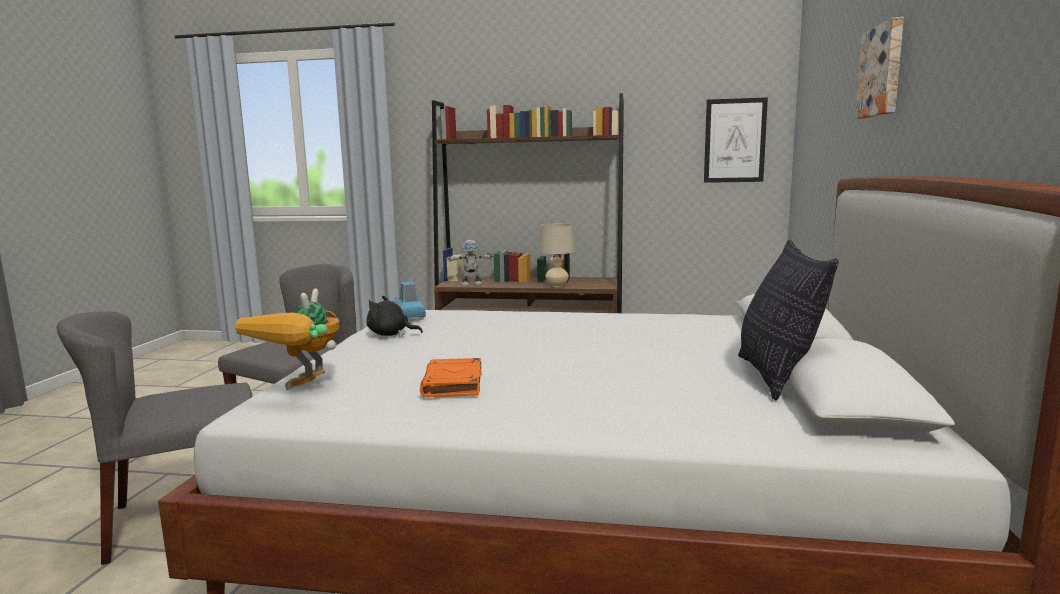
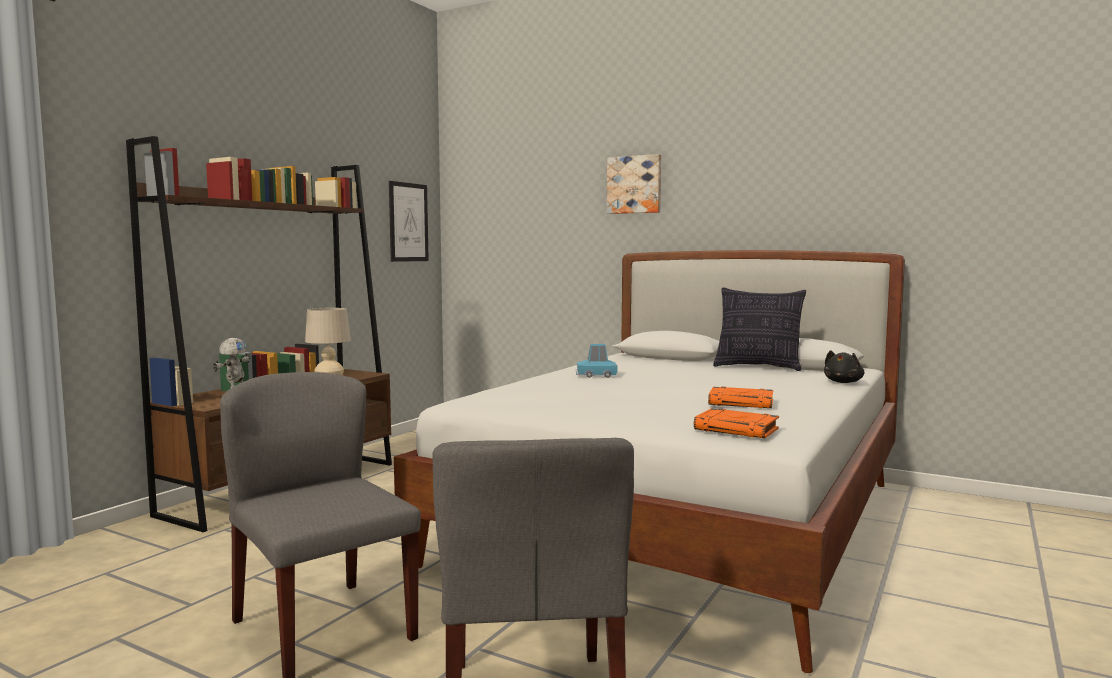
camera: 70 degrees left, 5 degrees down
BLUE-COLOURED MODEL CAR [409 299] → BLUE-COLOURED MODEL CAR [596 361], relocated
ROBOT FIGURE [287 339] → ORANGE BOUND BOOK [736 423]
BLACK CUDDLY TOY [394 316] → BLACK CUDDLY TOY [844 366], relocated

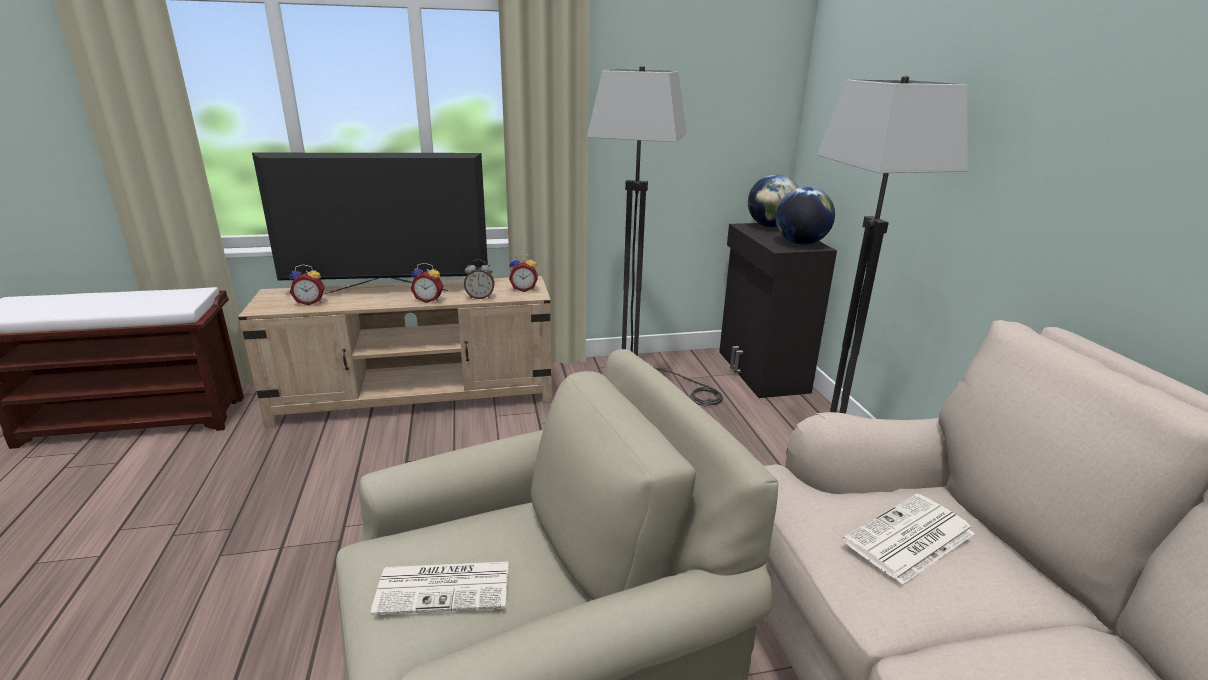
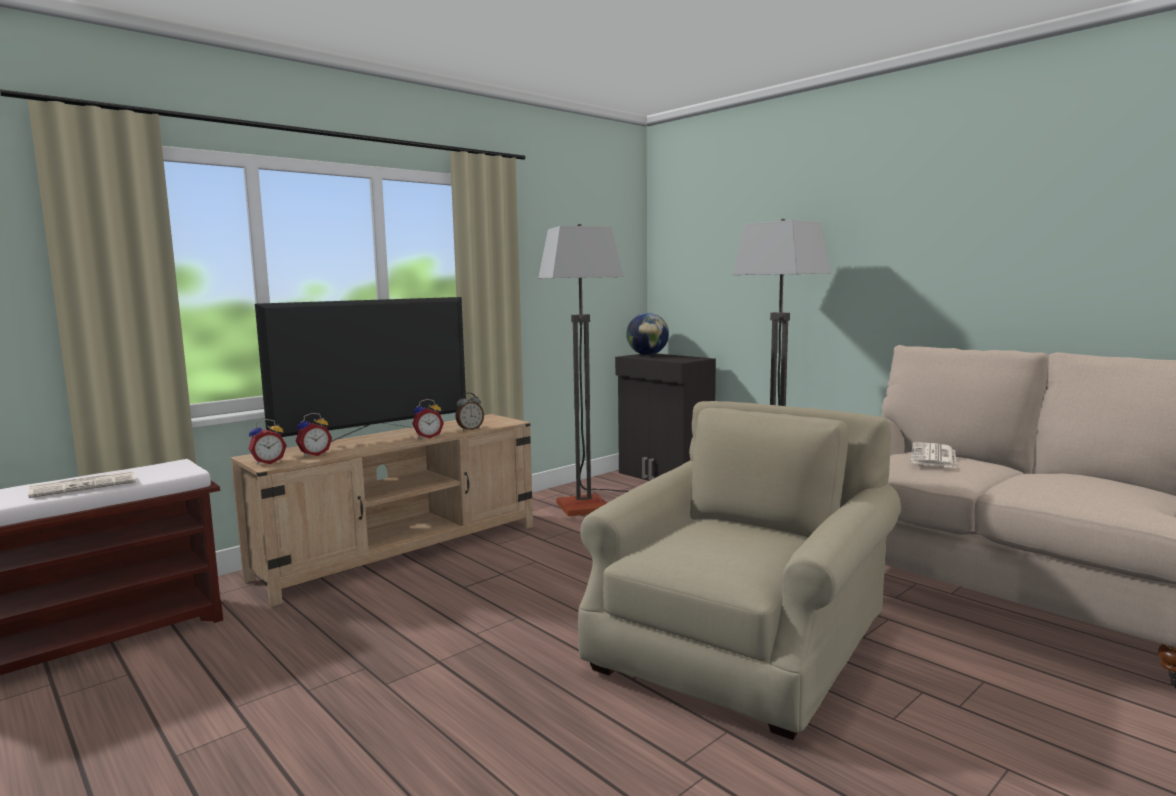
camera: 30 degrees left, 15 degrees down
NEWSPAPER [440 588] → NEWSPAPER [82 484], relocated
BEDSIDE CLOCK [523 273] → BEDSIDE CLOCK [267 442], relocated
WORLD GLOBE [805 216] → -

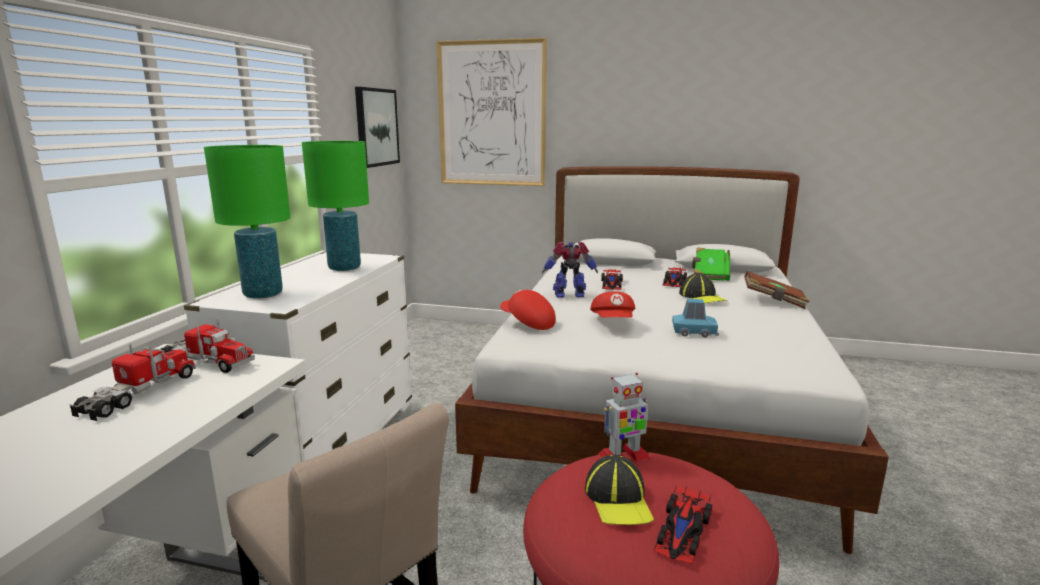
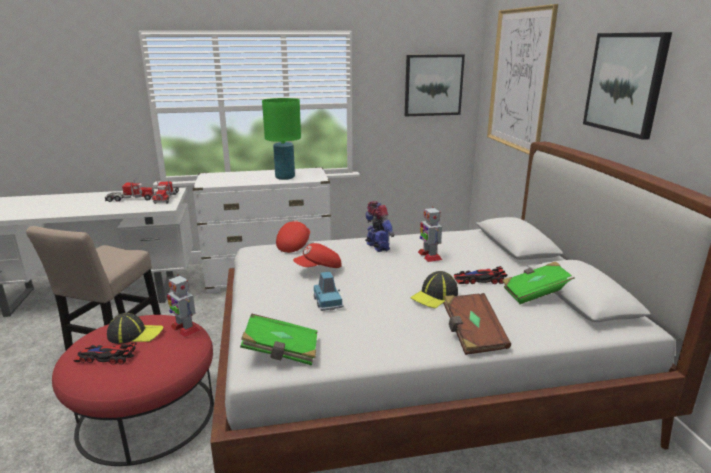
camera: 65 degrees right, 5 degrees up
PEAKED CAP [619 490] → PEAKED CAP [135 328], 150 degrees counterclockwise
- → GREENISH BOUND BOOK [278 339]
MODEL CAR [612 280] → ROBOT FIGURE [430 234]
- → PICTURE [627 86]
GREENISH LAMP FOR A TABLE [247 222] → -

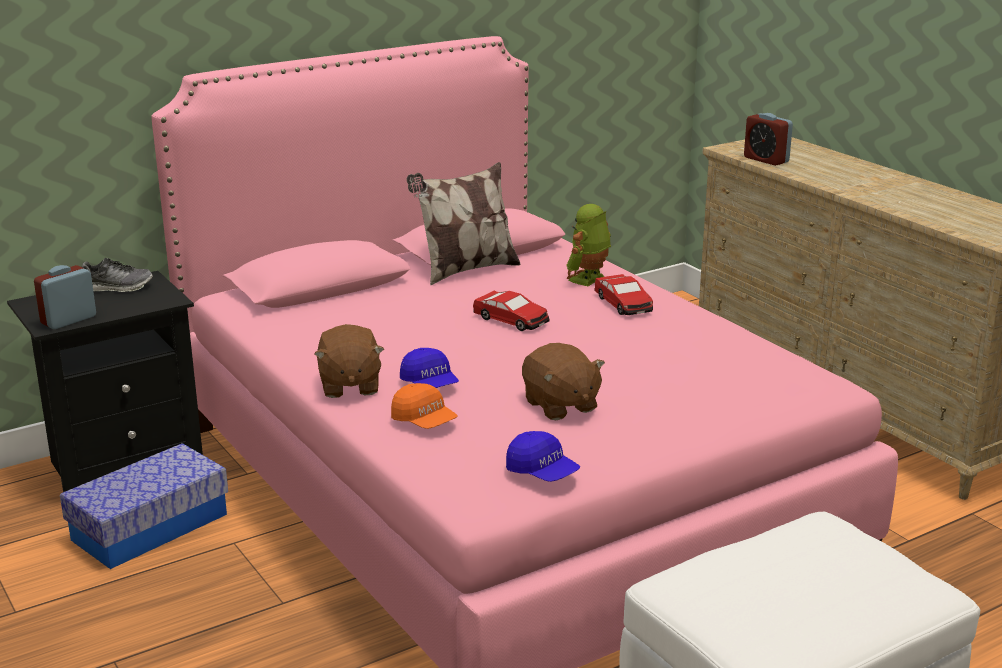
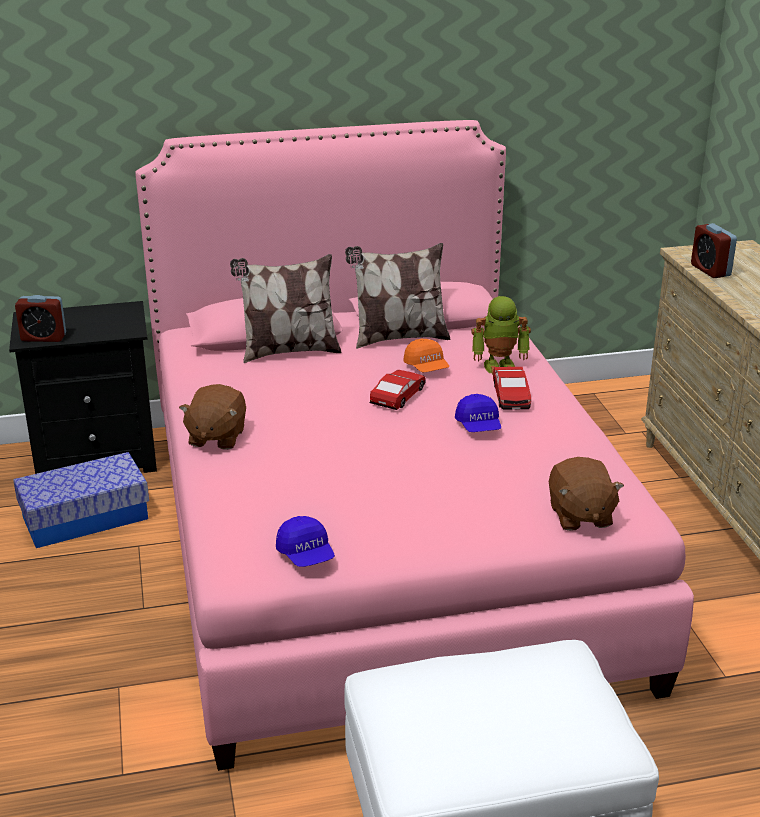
camera: 20 degrees right, 5 degrees up
BEDSIDE CLOCK [65 297] → BEDSIDE CLOCK [40 318], 150 degrees counterclockwise
- → CUSHION [286 308]
MODEL CAR [511 310] → MODEL CAR [398 390], 120 degrees counterclockwise
ORANGE PEAKED CAP [424 406] → ORANGE PEAKED CAP [426 355], relocated
BLUE-COLOURED PEAKED CAP [429 368] → BLUE-COLOURED PEAKED CAP [478 413], relocated
ROBOT FIGURE [588 245] → ROBOT FIGURE [501 335], 150 degrees counterclockwise
BROWN-COLOURED CUDDLY TOY [563 381] → BROWN-COLOURED CUDDLY TOY [586 494], relocated
LOW SHOE [117 275] → -

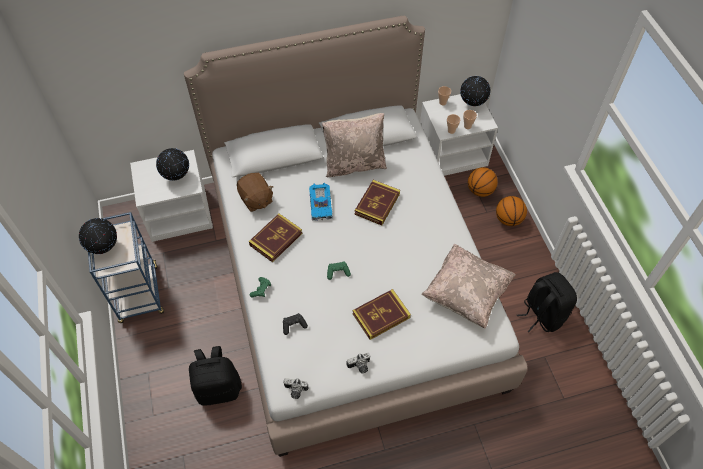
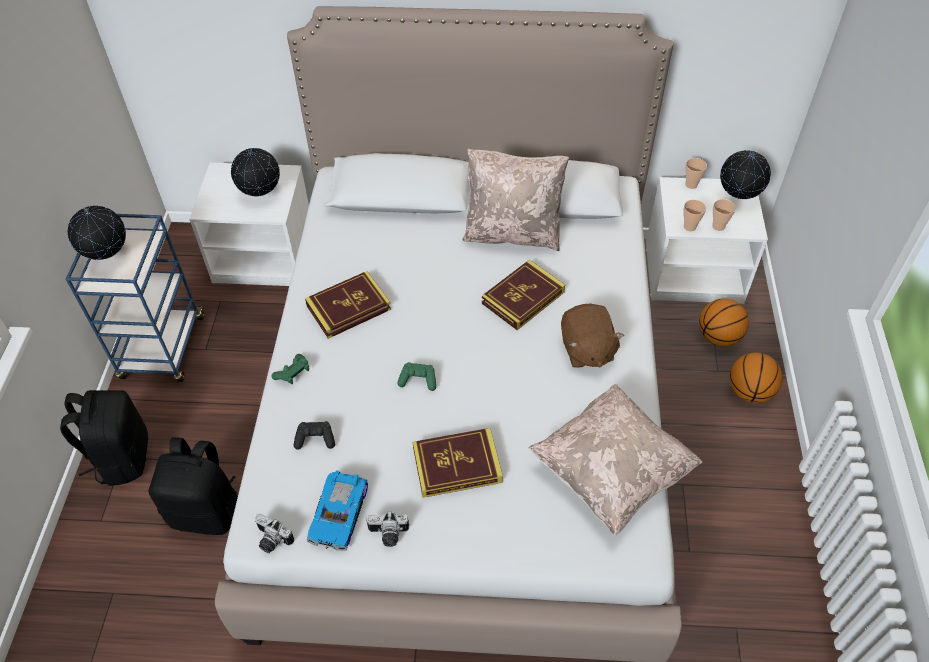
camera: 20 degrees right, 5 degrees down
BLACK KNAPSACK [547 302] → BLACK KNAPSACK [104 438], relocated
MODEL CAR [321 202] → MODEL CAR [337 510], relocated
BROWN-COLOURED CUDDLY TOY [255 192] → BROWN-COLOURED CUDDLY TOY [592 336], relocated

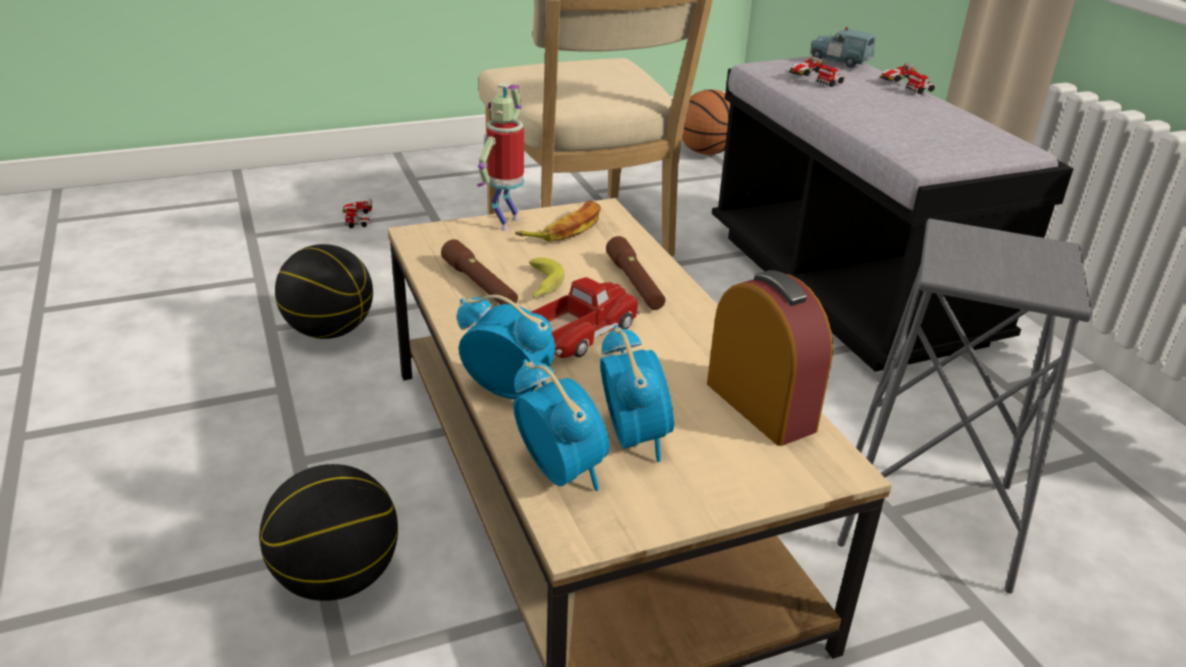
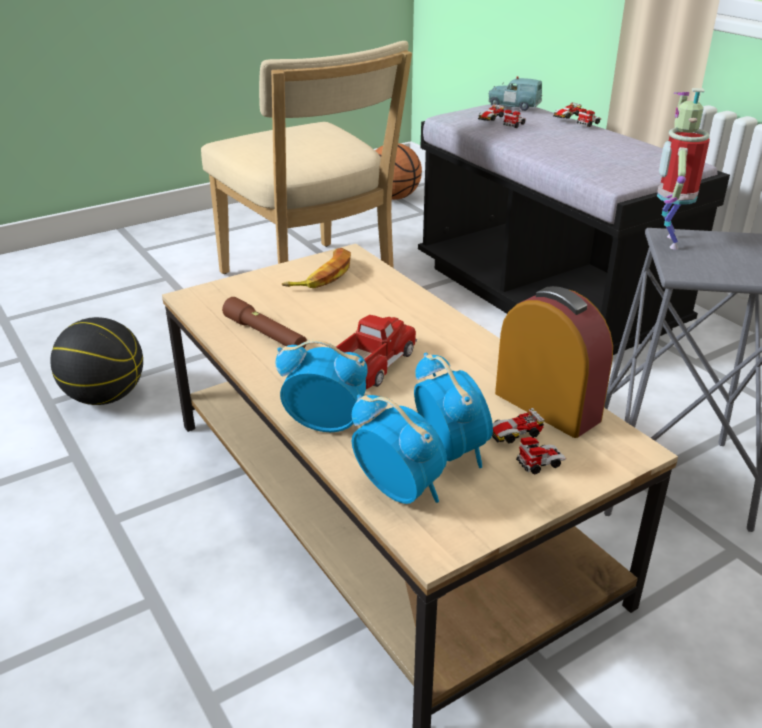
camera: 10 degrees left, 0 degrees up
MODEL CAR [357 213] → MODEL CAR [529 441], relocated
ROBOT FIGURE [500 157] → ROBOT FIGURE [683 168], relocated
BALL FOR BASKETBALL [328 532] → -
BANANA FRUIT [547 277] → -
BROWN-COLOURED HAND TORCH [636 273] → -

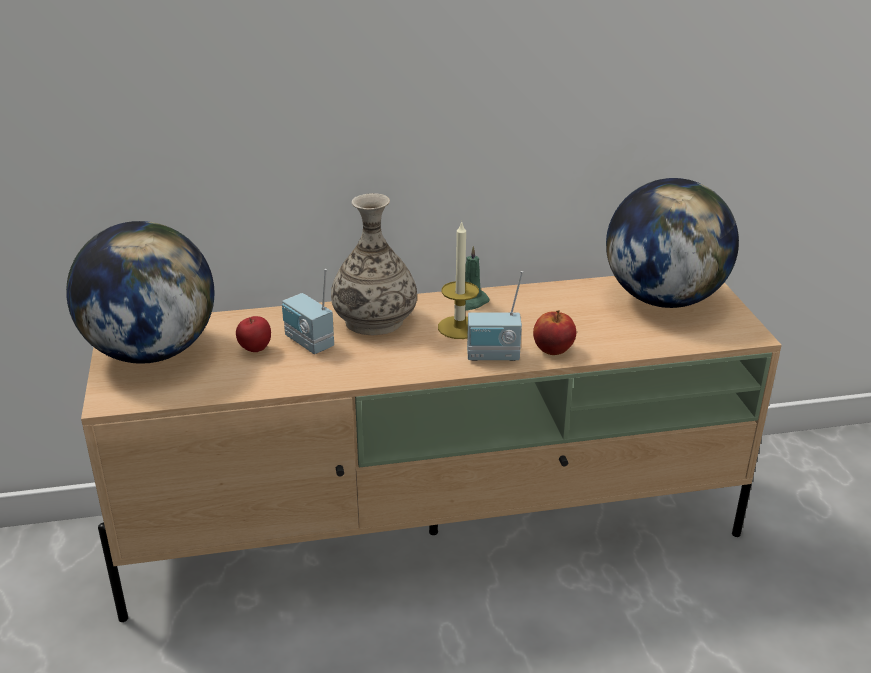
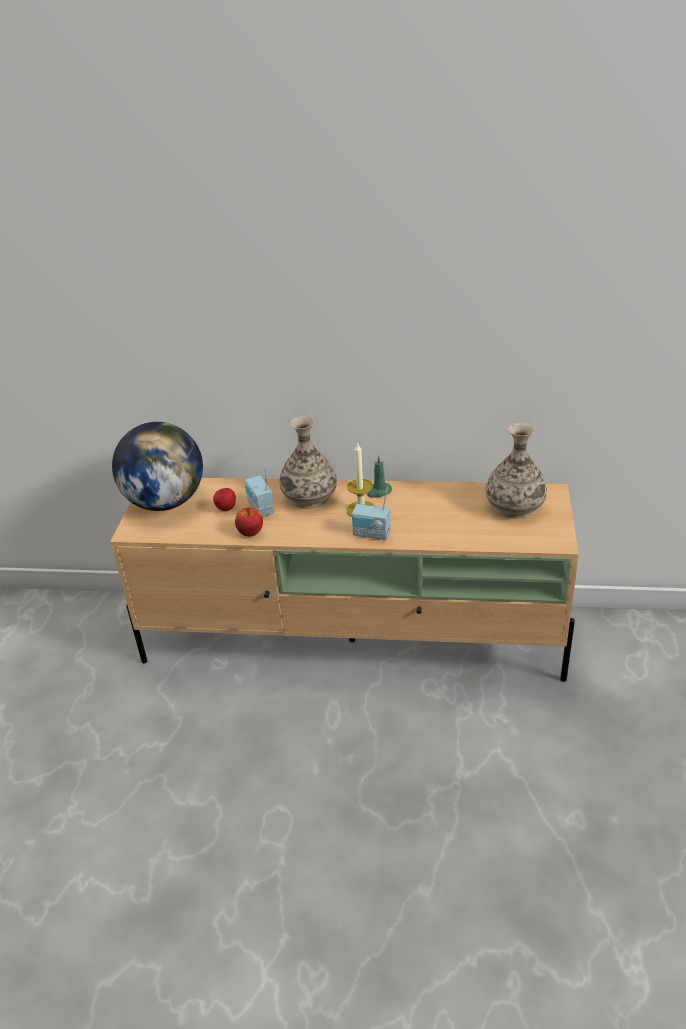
camera: 20 degrees right, 5 degrees up
APPLE FRUIT [554 332] → APPLE FRUIT [249 522], relocated
WORLD GLOBE [672 243] → DECORATIVE VASE [516 470]

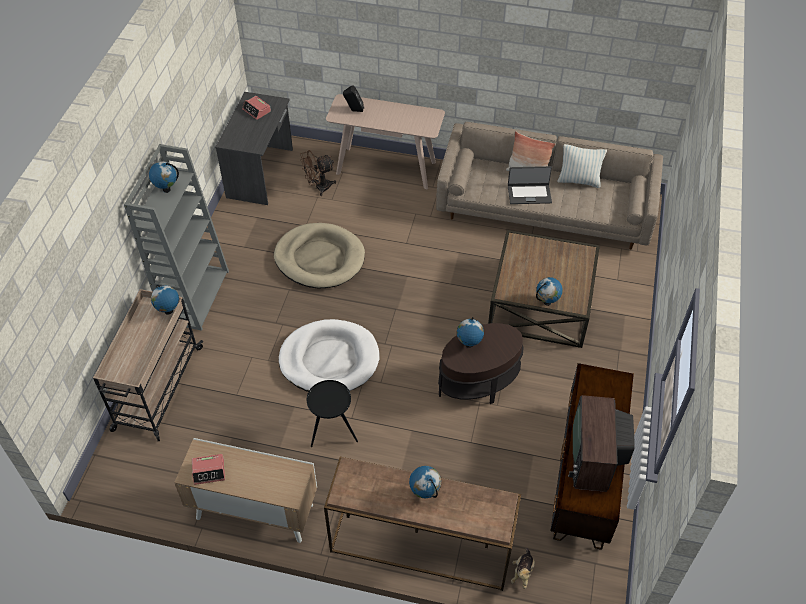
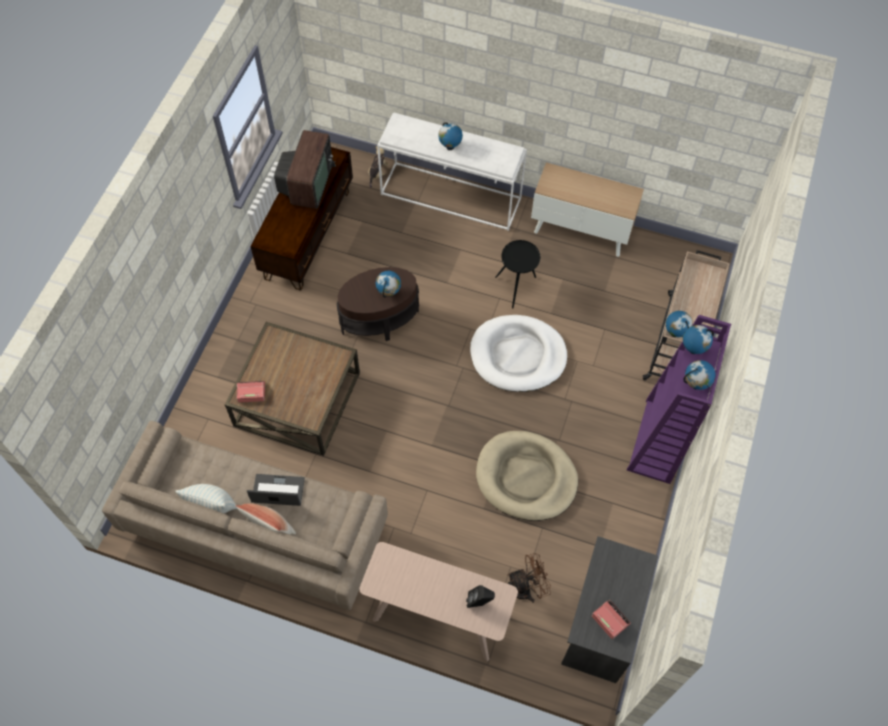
camera: 175 degrees left, 10 degrees up
BEDSIDE CLOCK [208 469] → BEDSIDE CLOCK [251 392], relocated
BROWN-COLOURED HALL TABLE [422 524] → WHITISH HALL TABLE [452 172]
GREYISH SHELVING UNIT [176 237] → PURPLE-COLOURED SHELVING UNIT [679 399]
WORLD GLOBE [549 291] → WORLD GLOBE [698 339], relocated

